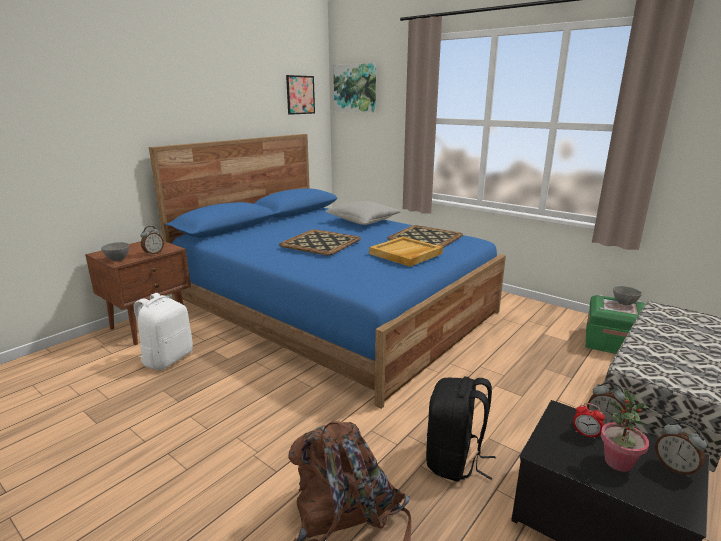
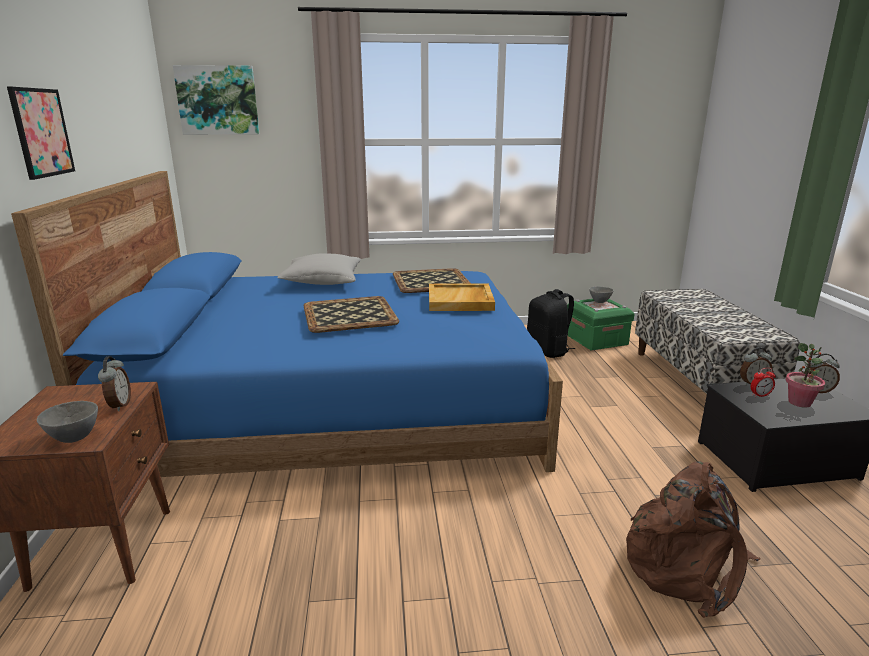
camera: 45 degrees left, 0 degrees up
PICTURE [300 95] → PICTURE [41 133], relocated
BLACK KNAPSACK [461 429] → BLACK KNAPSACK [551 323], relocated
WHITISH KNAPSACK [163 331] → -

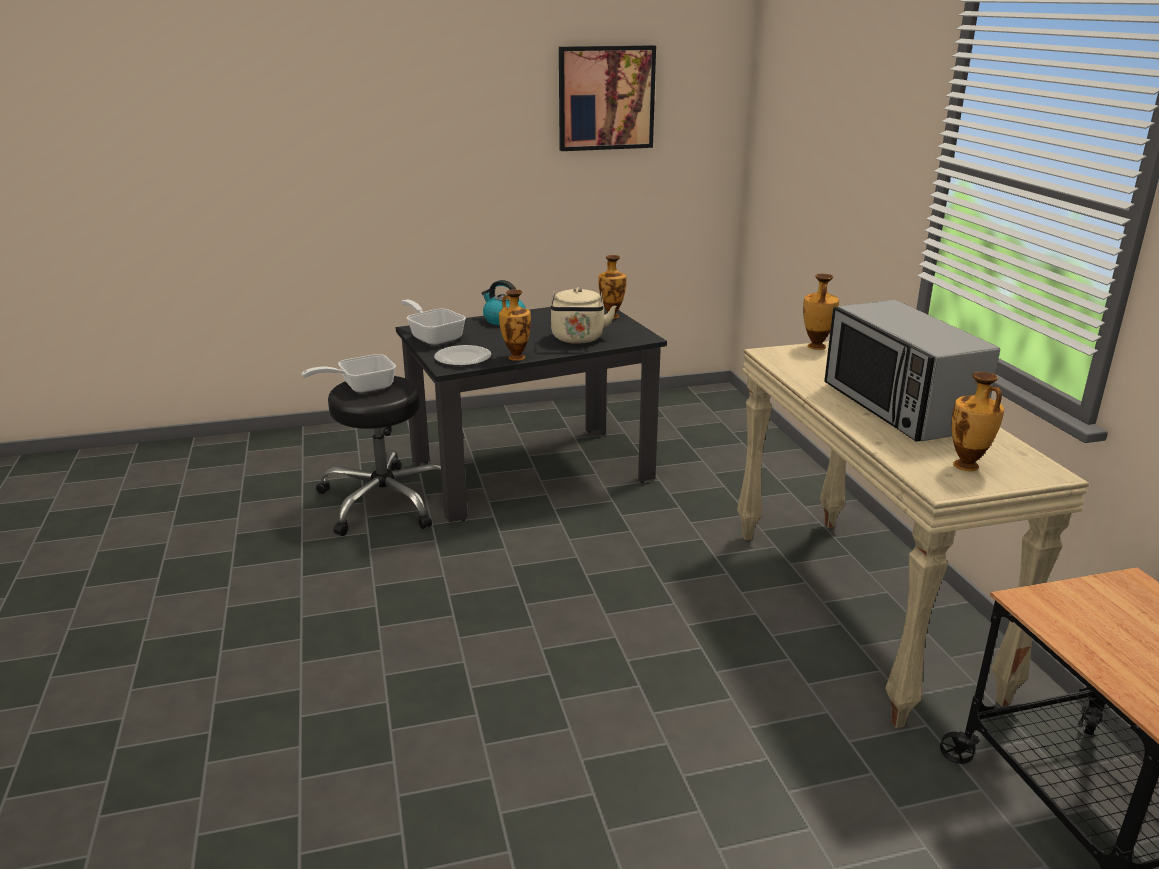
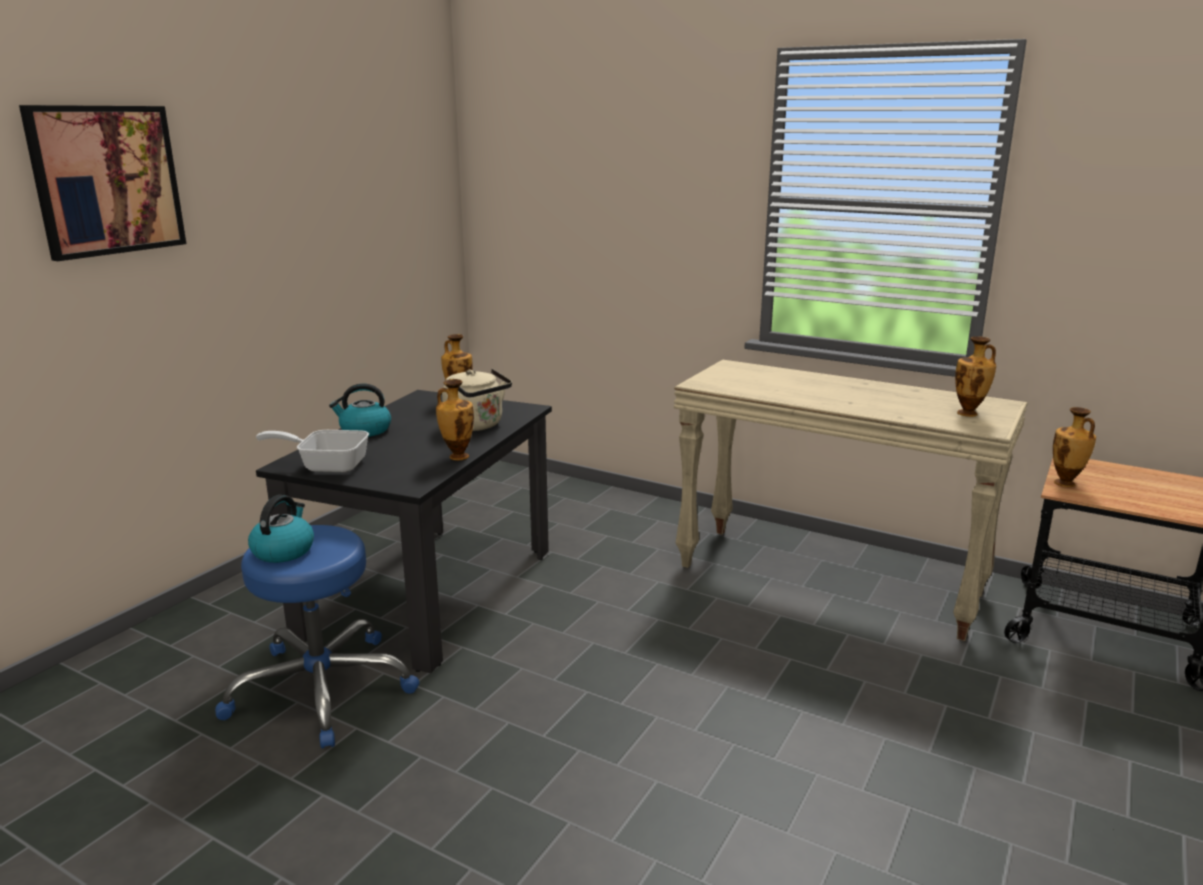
camera: 45 degrees left, 5 degrees down
PICTURE [607 98] → PICTURE [102 183], relocated
BLACK SITTING STOOL [378 456] → BLUE-COLOURED SITTING STOOL [317 636]
SKILLET [348 373] → TEA KETTLE [281 529]
DECORATIVE VASE [821 311] → DECORATIVE VASE [1074 447], relocated
PLATE [463 355] → -
KITCHEN MICROWAVE [912 371] → -

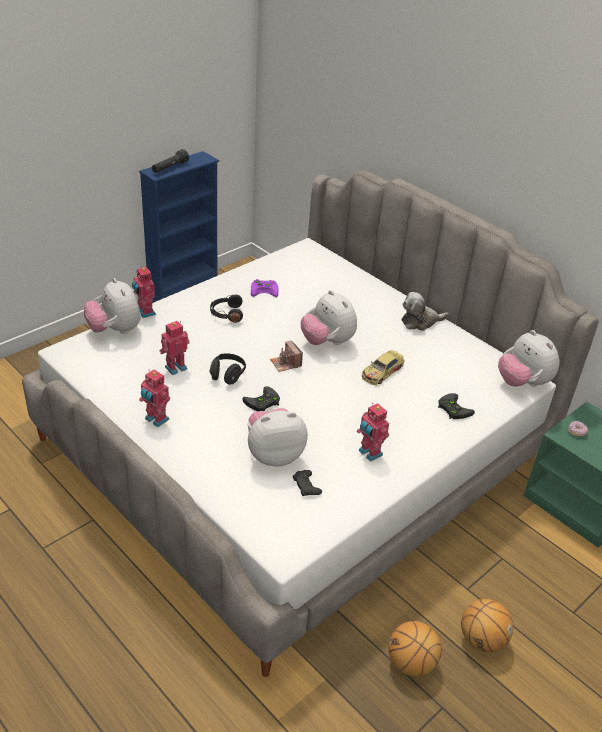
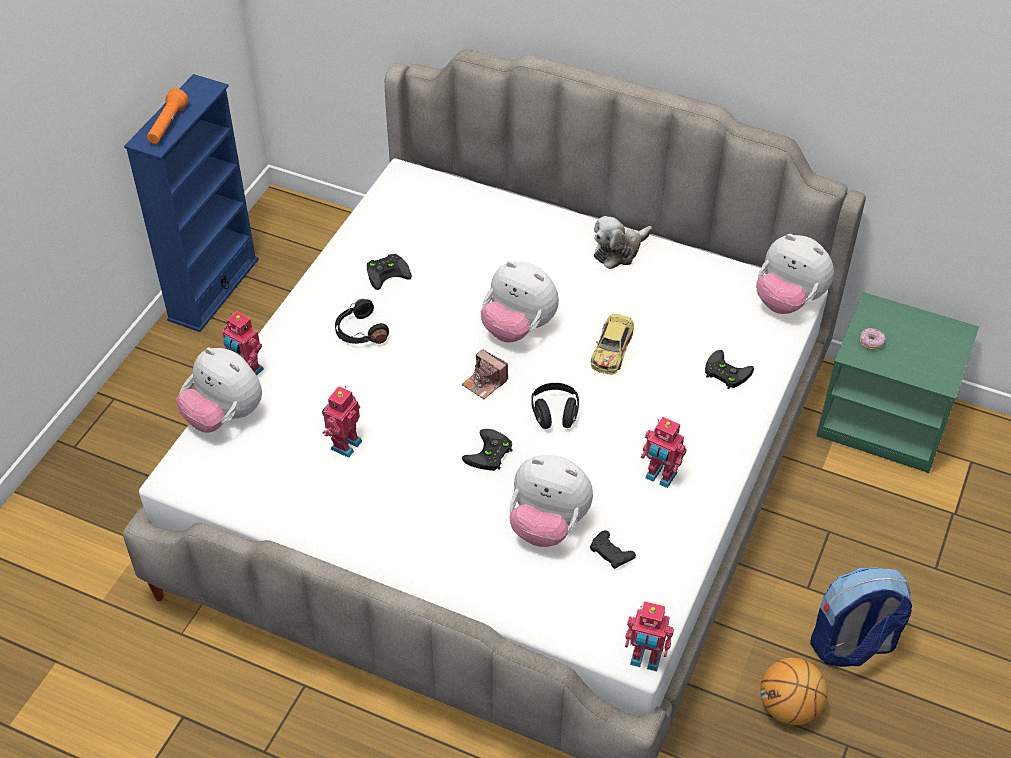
camera: 20 degrees left, 10 degrees up
BLACK HAND TORCH [170 161] → ORANGE HAND TORCH [167 116]
PURPLE-COLOURED GAME CONTROLLER [264 288] → BLACK GAME CONTROLLER [389 272]
CUDDLY TOY [277 437] → CUDDLY TOY [551 501], 120 degrees counterclockwise
BLACK PAIR OF HEADPHONES [228 368] → BLACK PAIR OF HEADPHONES [555 406], relocated
ROBOT FIGURE [154 398] → ROBOT FIGURE [649 636], relocated
BALL FOR BASKETBALL [487 625] → KNAPSACK [861 617]

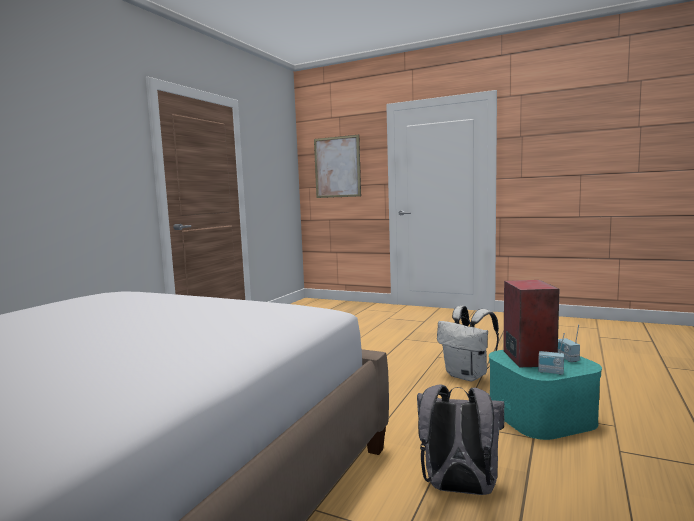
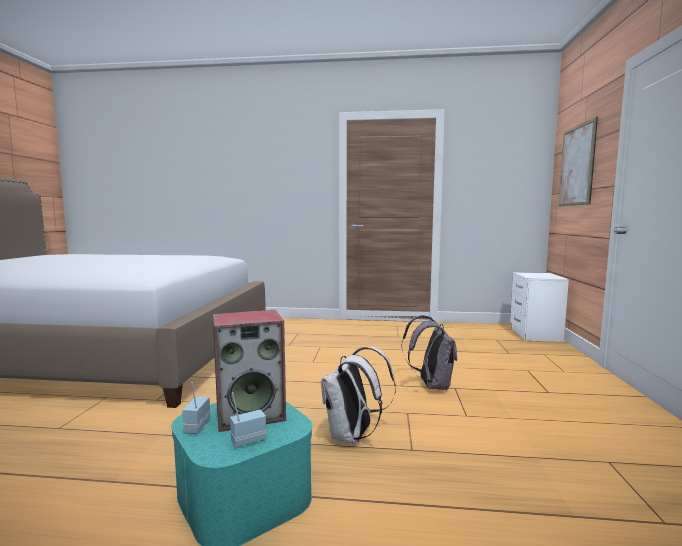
camera: 70 degrees right, 0 degrees up
GREYISH KNAPSACK [461 439] → GREYISH KNAPSACK [429 352], relocated
- → WHITISH BEDSIDE TABLE [539 307]

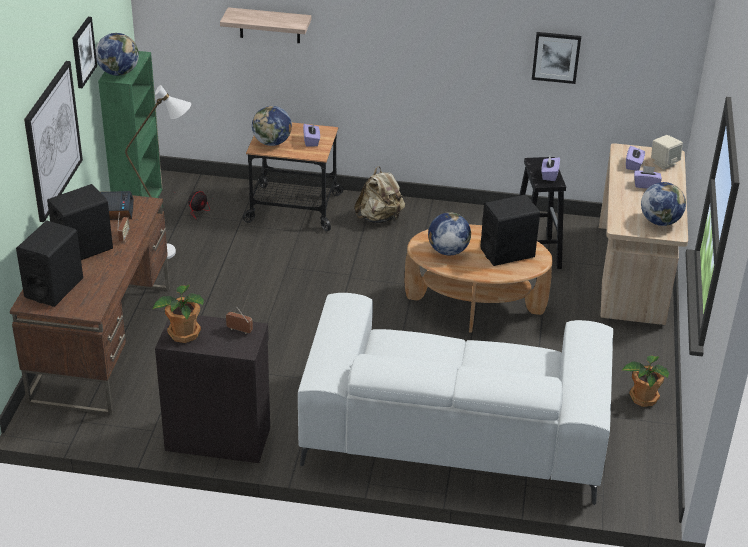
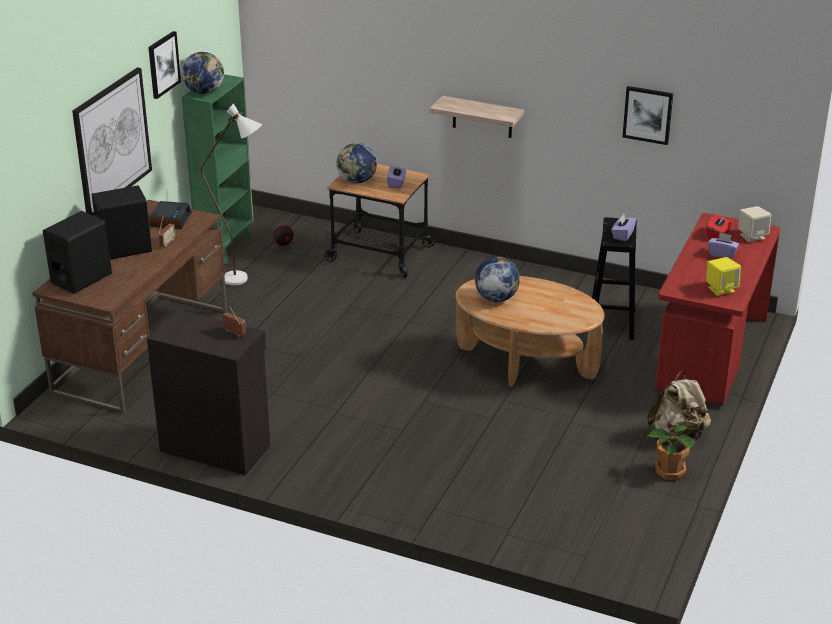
camera: 15 degrees right, 5 degrees down
WALL SHELF [266 25] → WALL SHELF [477 117], relocated
BEIGE KNAPSACK [379 194] → BEIGE KNAPSACK [679 406], relocated
BEIGE DESK [643 234] → RED-COLOURED DESK [717 309]
WORLD GLOBE [663 204] → YELLOWISH SPEAKER [723 276]
PURPLE-COLOURED BOX OF TISSUES [635 158] → RED-COLOURED BOX OF TISSUES [719 226]
POTTED PLANT [178 314] → -
WHITISH COUCH [455 399] → -
BLACK SPEAKER [510 230] → -

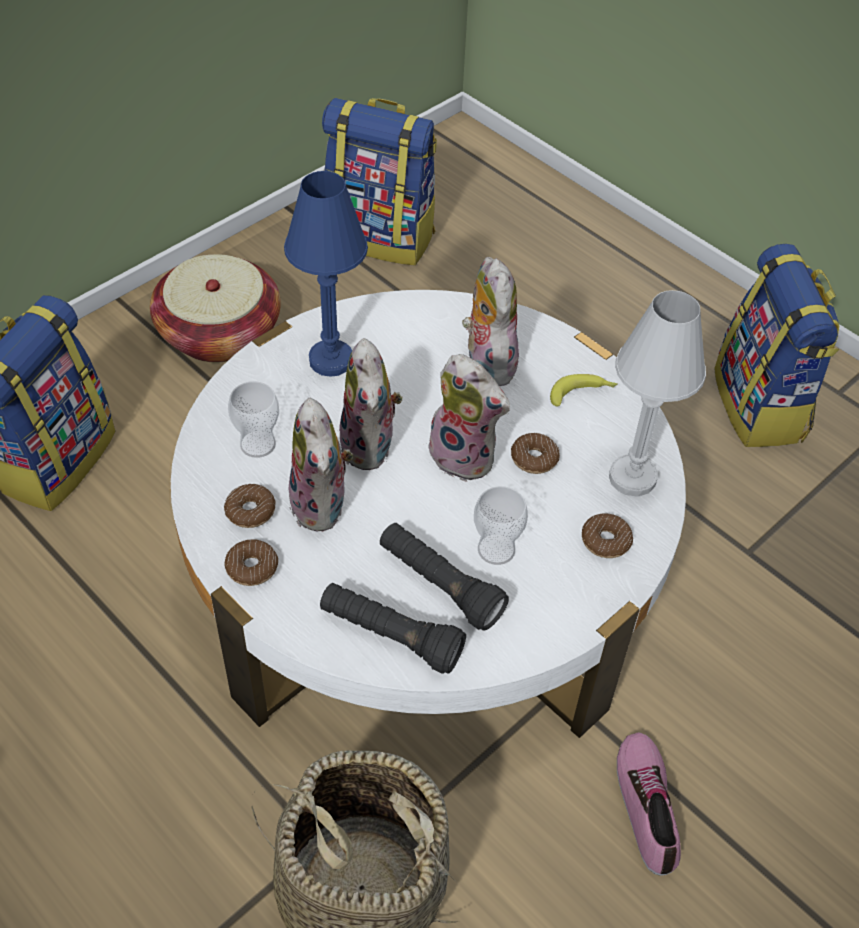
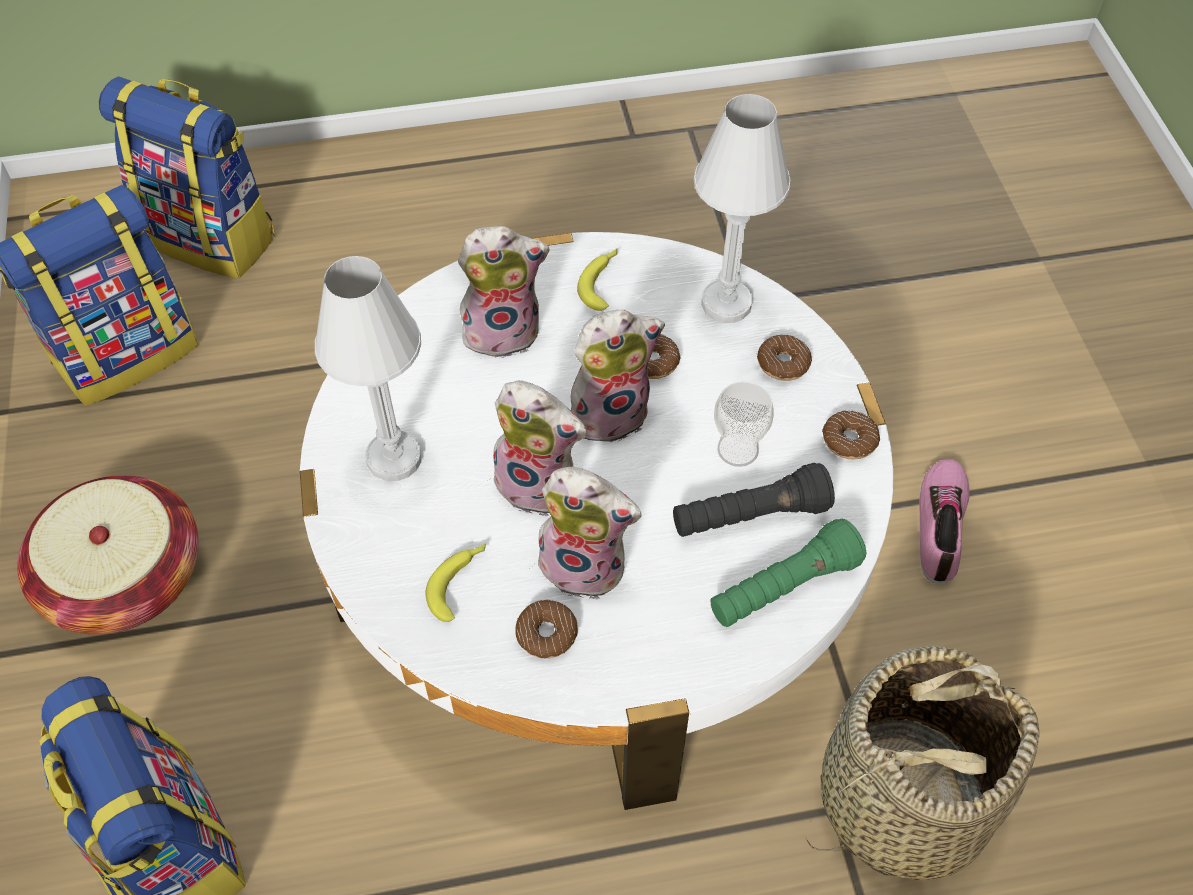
camera: 55 degrees left, 5 degrees up
KNAPSACK [777 345] → KNAPSACK [187 177], relocated
BLUE-COLOURED LAMP FOR A TABLE [326 274] → WHITISH LAMP FOR A TABLE [368 368]
DRINKING CUP [253 419] → BANANA FRUIT [455 582]
CUDDLY TOY [490 322] → CUDDLY TOY [504 292], 150 degrees clockwise
BLACK HAND TORCH [393 628] → GREENISH HAND TORCH [788 573]
DOUGHNUT [251 562] → DOUGHNUT [851 434], relocated
LOW SHOE [649 804] → LOW SHOE [944 521], 75 degrees clockwise

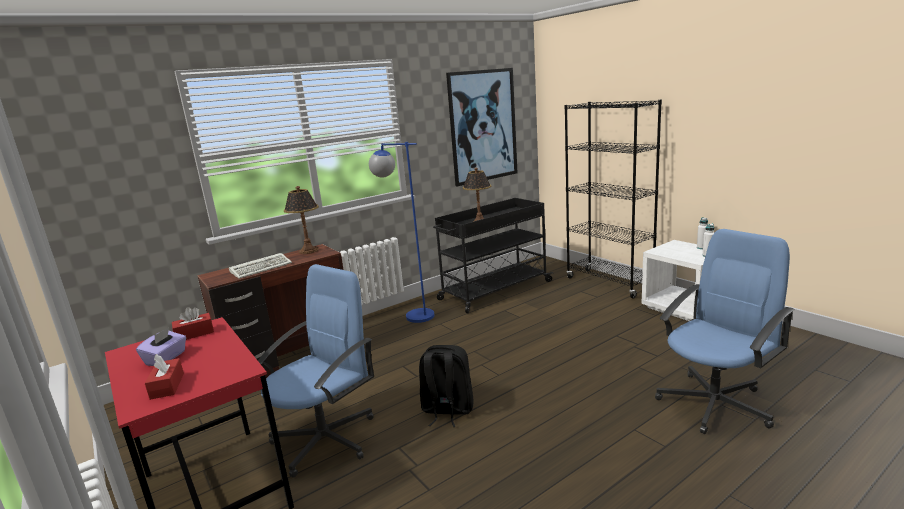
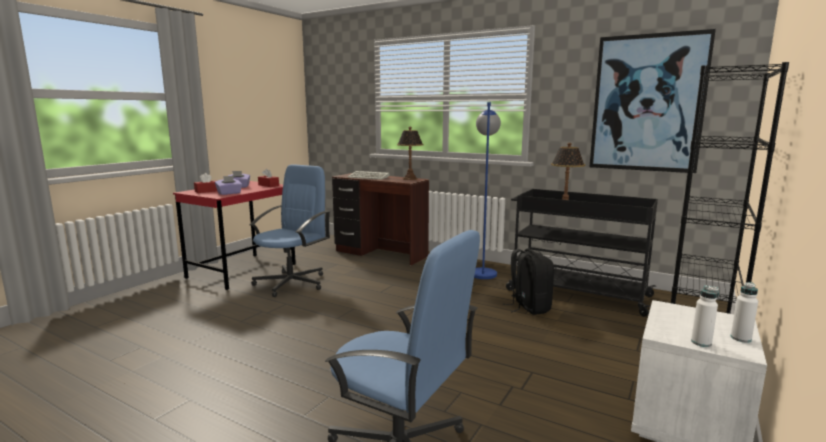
camera: 65 degrees right, 5 degrees down
- → PURPLE-COLOURED BOX OF TISSUES [228 185]
BLUE-COLOURED COMPUTER CHAIR [316 371] → BLUE-COLOURED COMPUTER CHAIR [290 230], 75 degrees counterclockwise
BLACK KNAPSACK [446 386] → BLACK KNAPSACK [528 282], relocated

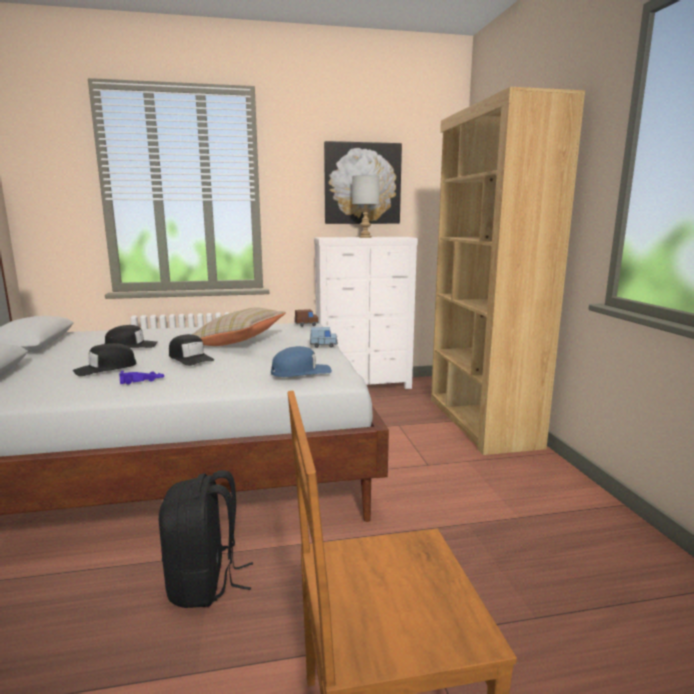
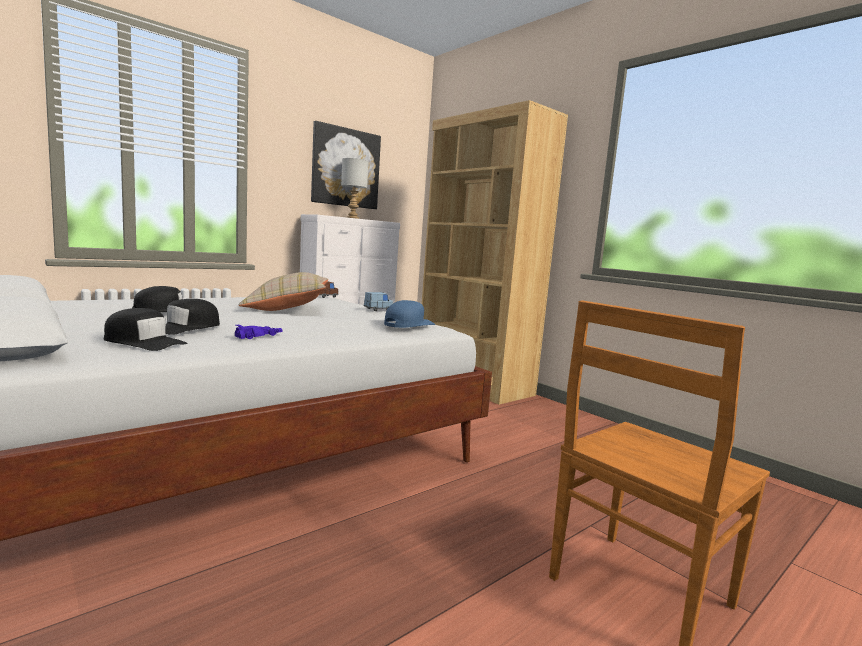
camera: 30 degrees left, 5 degrees down
BLACK PEAKED CAP [191 350] → BLACK PEAKED CAP [146 329], relocated
BLACK KNAPSACK [206 539] → -

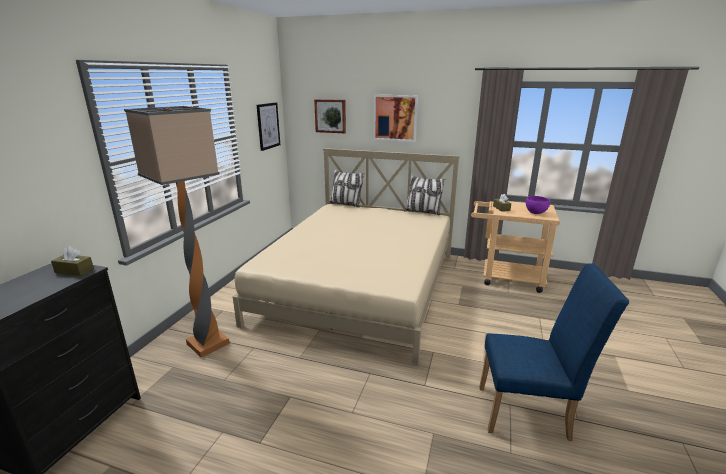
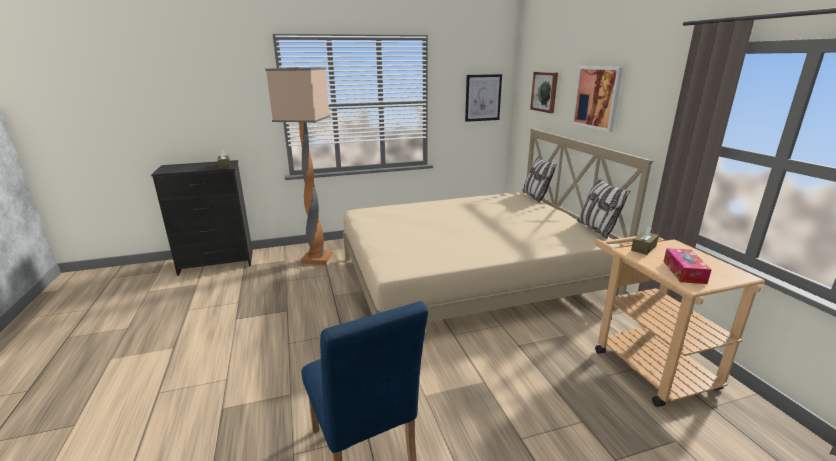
camera: 55 degrees right, 0 degrees up
PURPLE-COLOURED DEEP DISH [538 205] → BOX OF TISSUES [687 266]

